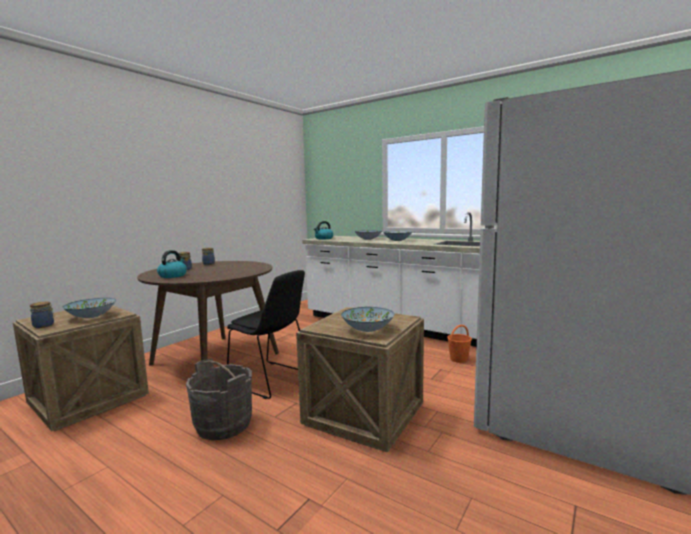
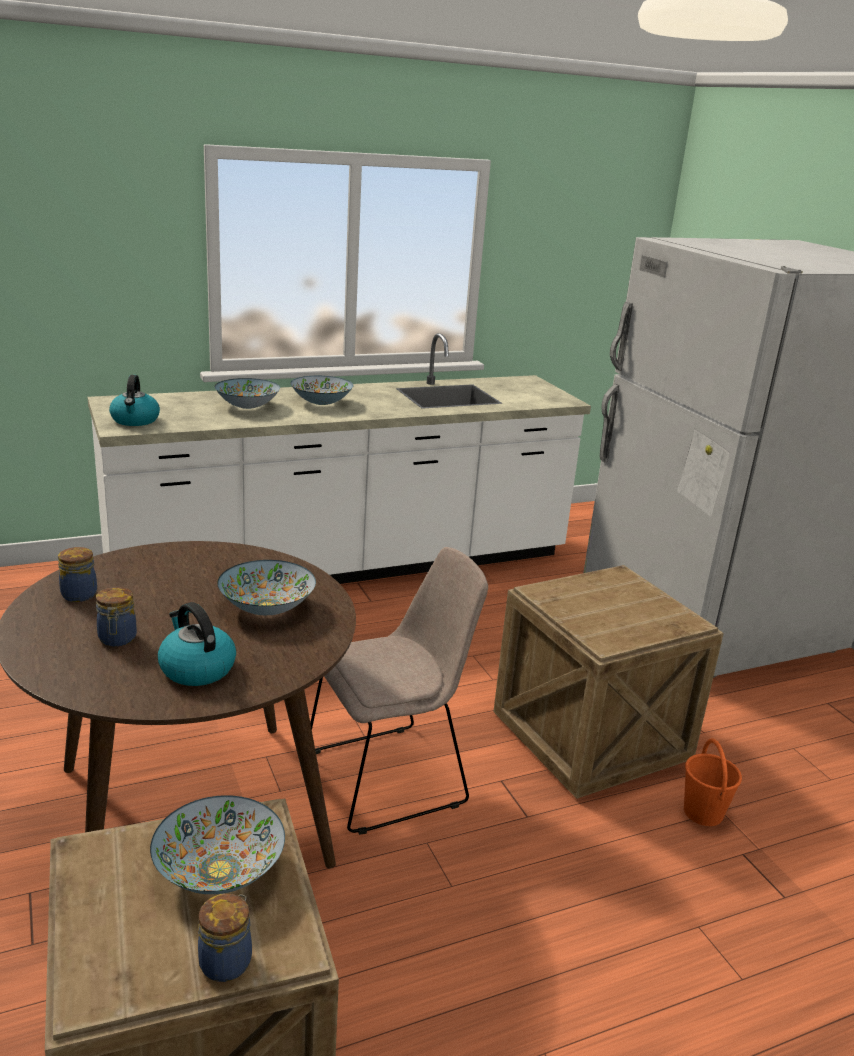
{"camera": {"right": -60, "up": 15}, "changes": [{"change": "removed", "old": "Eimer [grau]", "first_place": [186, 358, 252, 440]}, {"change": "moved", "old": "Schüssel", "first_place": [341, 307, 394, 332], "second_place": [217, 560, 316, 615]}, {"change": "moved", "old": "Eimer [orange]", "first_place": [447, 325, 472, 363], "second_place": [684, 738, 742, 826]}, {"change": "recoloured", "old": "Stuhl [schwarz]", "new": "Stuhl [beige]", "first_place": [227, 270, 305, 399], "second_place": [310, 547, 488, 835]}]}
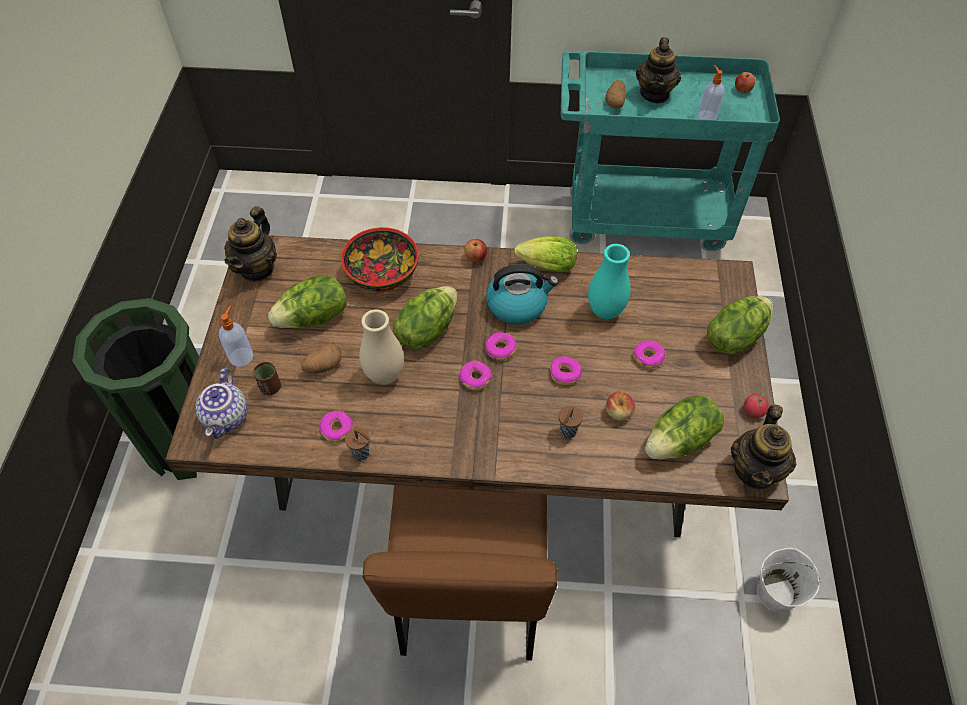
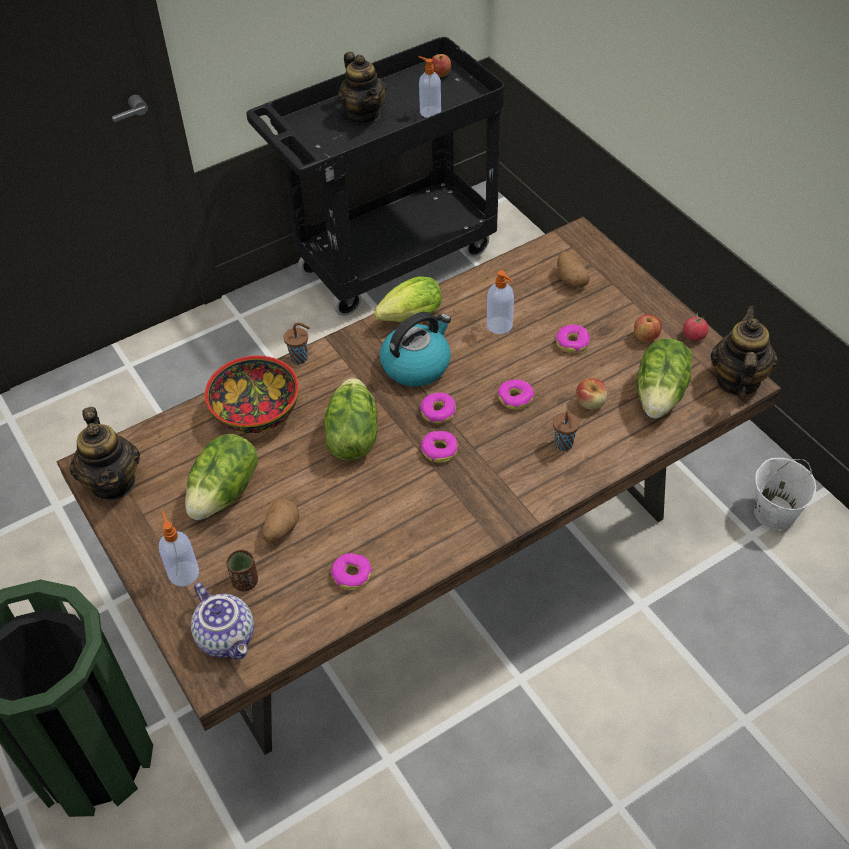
{"camera": {"right": -35, "up": -5}, "changes": [{"change": "removed", "old": "Vase [beige]", "first_place": [359, 310, 404, 385]}, {"change": "removed", "old": "Stuhl [braun]", "first_place": [362, 485, 558, 661]}, {"change": "removed", "old": "Salatkopf", "first_place": [707, 296, 773, 355]}, {"change": "moved", "old": "Tasse [braun]", "first_place": [345, 427, 370, 461], "second_place": [284, 322, 310, 364]}, {"change": "moved", "old": "Apfel", "first_place": [464, 239, 487, 262], "second_place": [634, 314, 662, 342]}, {"change": "moved", "old": "Kartoffel", "first_place": [605, 80, 626, 109], "second_place": [557, 251, 590, 288]}, {"change": "replaced", "old": "Vase [türkis]", "new": "Seifenspender", "first_place": [588, 244, 630, 319], "second_place": [487, 270, 514, 335]}, {"change": "recoloured", "old": "Rollwagen [türkis]", "new": "Rollwagen [schwarz]", "first_place": [561, 51, 780, 251], "second_place": [246, 37, 505, 316]}, {"change": "turned", "old": "Teekanne", "first_place": [731, 404, 797, 489], "second_place": [711, 306, 778, 397], "degrees": -150}]}
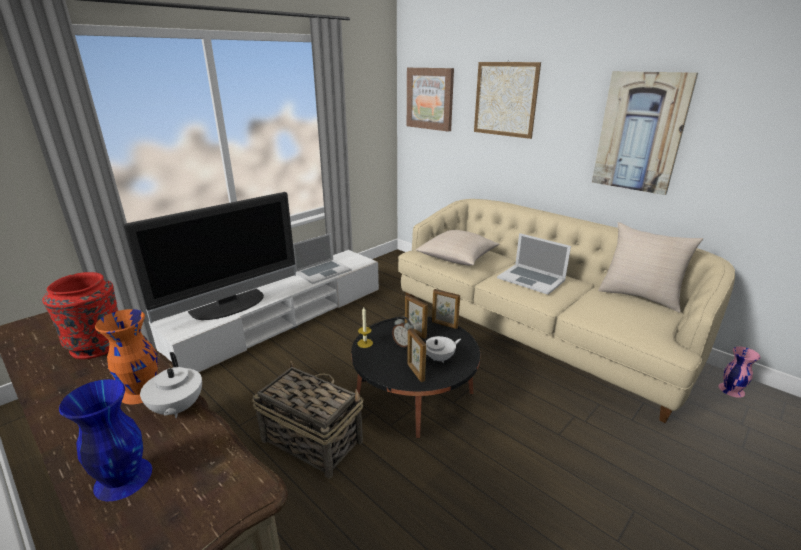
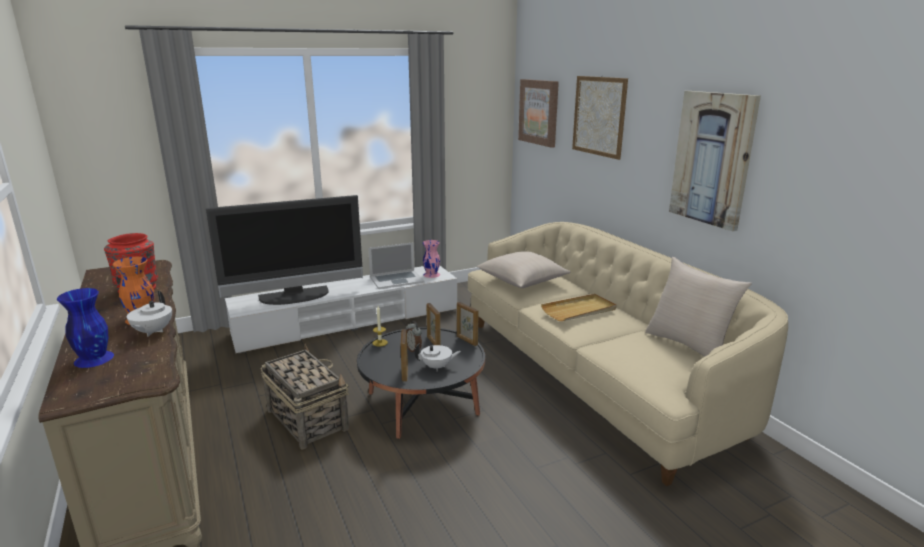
{"camera": {"right": 20, "up": -5}, "changes": [{"change": "moved", "old": "Vase [rosa]", "first_place": [719, 346, 761, 398], "second_place": [423, 240, 440, 278]}, {"change": "replaced", "old": "Laptop", "new": "Tablett [beige]", "first_place": [497, 233, 571, 295], "second_place": [541, 294, 617, 321]}]}
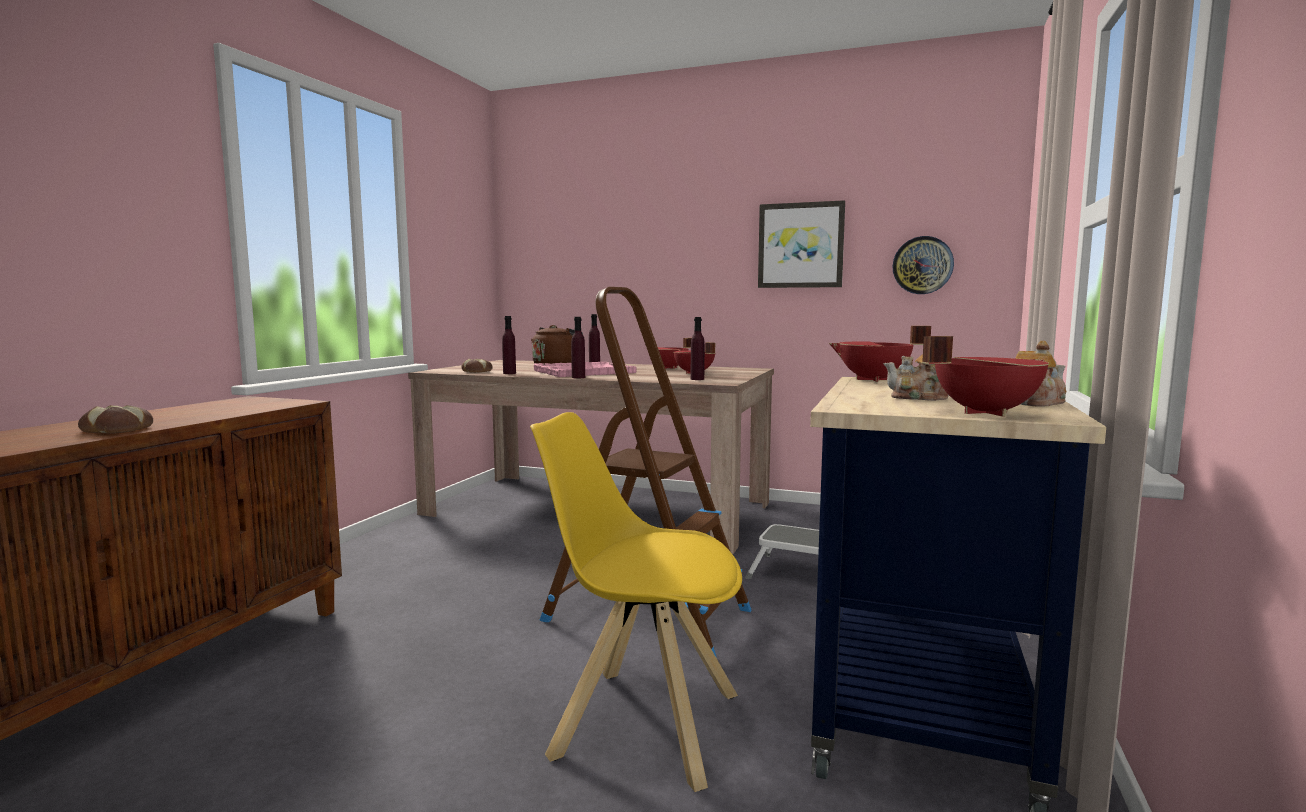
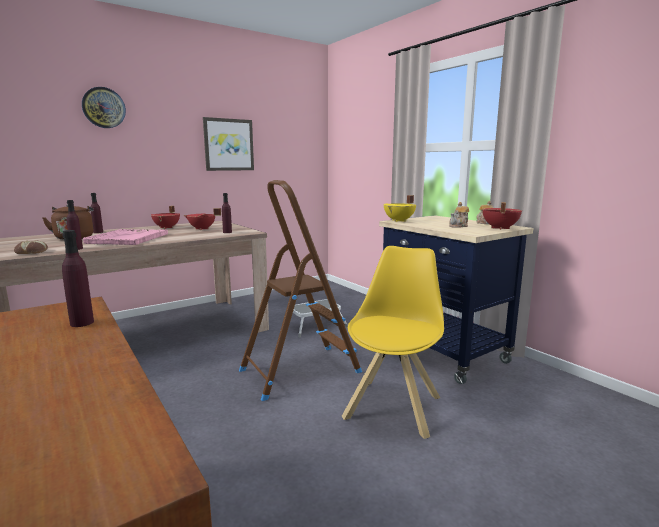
{"camera": {"right": -55, "up": 5}, "changes": [{"change": "removed", "old": "Brot", "first_place": [78, 405, 153, 433]}, {"change": "moved", "old": "Flasche [lila]", "first_place": [571, 317, 585, 378], "second_place": [62, 230, 94, 327]}, {"change": "moved", "old": "Wanduhr", "first_place": [893, 236, 954, 294], "second_place": [82, 87, 126, 128]}, {"change": "recoloured", "old": "Kochtopf [rot]", "new": "Kochtopf [gelb]", "first_place": [829, 326, 931, 382], "second_place": [383, 195, 416, 222]}, {"change": "turned", "old": "Stuhl [gelb]", "first_place": [530, 412, 742, 792], "second_place": [342, 246, 444, 439], "degrees": 150}]}
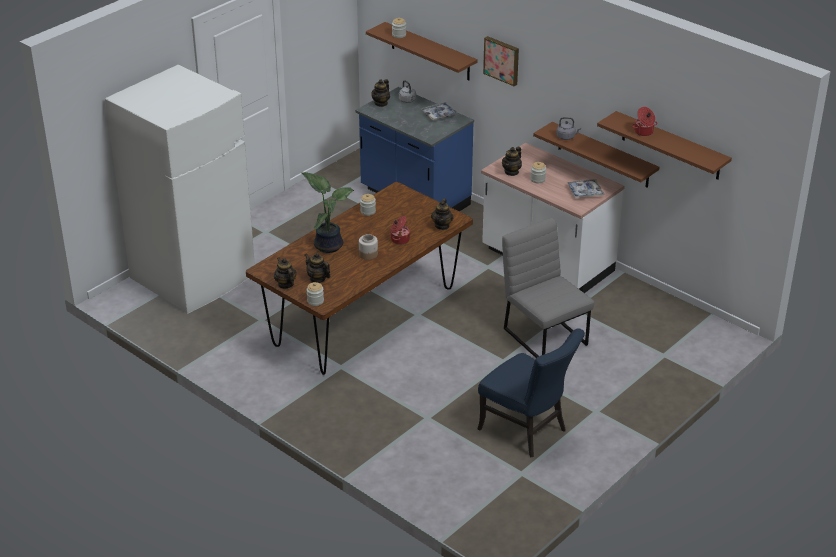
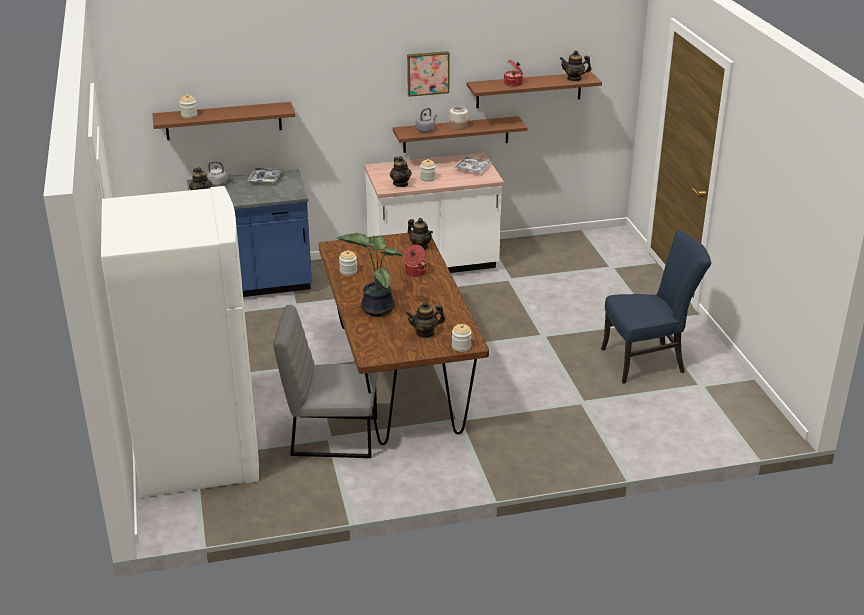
{"camera": {"right": -55, "up": -5}, "changes": [{"change": "moved", "old": "Teekanne", "first_place": [274, 257, 297, 289], "second_place": [560, 50, 592, 81]}, {"change": "moved", "old": "Vorratsglas", "first_place": [359, 234, 378, 260], "second_place": [450, 106, 468, 130]}, {"change": "moved", "old": "Bild", "first_place": [483, 36, 519, 86], "second_place": [407, 51, 450, 97]}, {"change": "moved", "old": "Stuhl [grau]", "first_place": [502, 218, 594, 358], "second_place": [273, 305, 378, 458]}]}
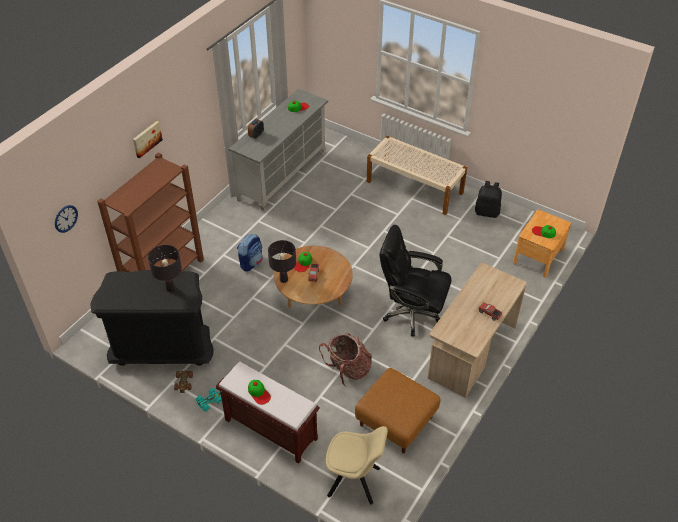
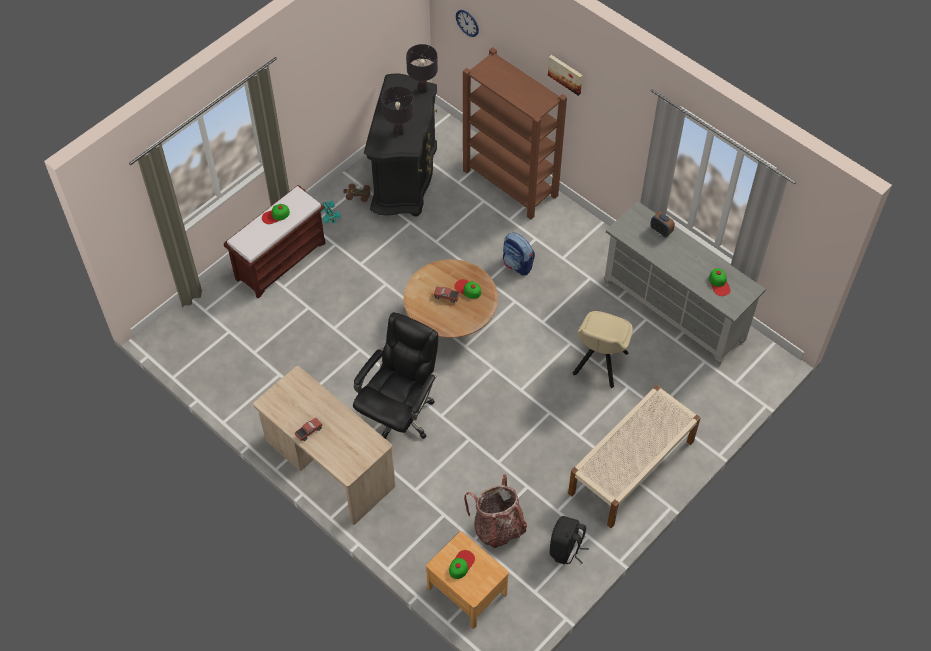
{"camera": {"right": 100, "up": 10}, "changes": [{"change": "removed", "old": "Polsterhocker [braun]", "first_place": [355, 368, 440, 453]}, {"change": "moved", "old": "Tischlampe [schwarz]", "first_place": [268, 240, 296, 283], "second_place": [406, 44, 438, 93]}, {"change": "moved", "old": "Rucksack", "first_place": [319, 333, 372, 386], "second_place": [464, 474, 527, 548]}, {"change": "moved", "old": "Stuhl [beige]", "first_place": [326, 426, 388, 505], "second_place": [573, 311, 633, 388]}]}
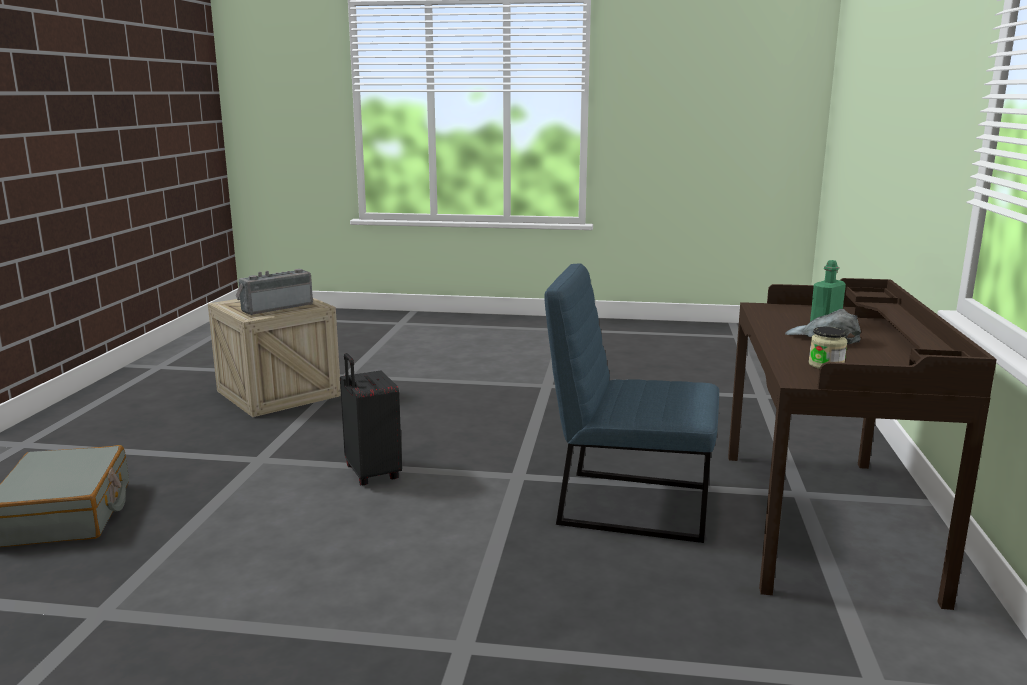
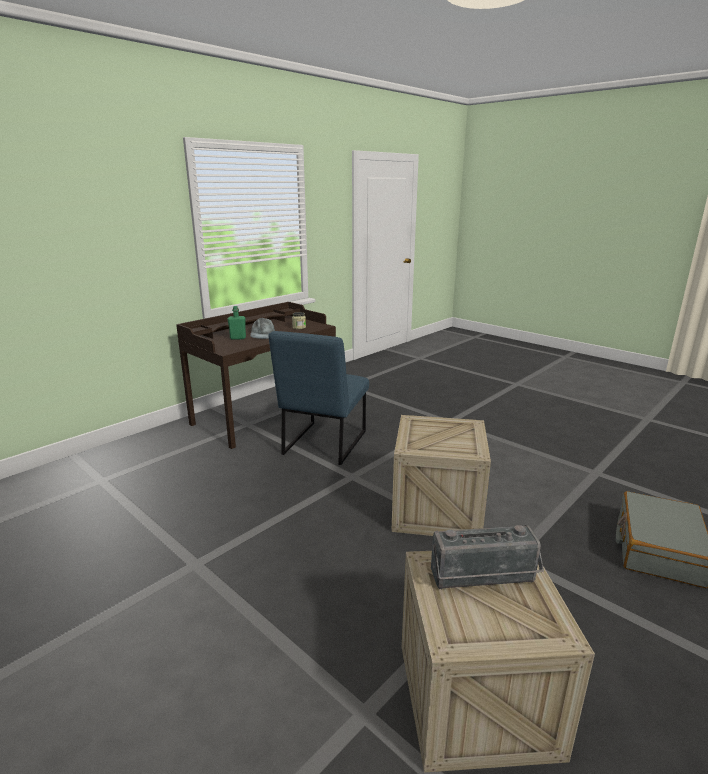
{"camera": {"right": -145, "up": 5}, "changes": [{"change": "replaced", "old": "Koffer [schwarz]", "new": "Kiste", "first_place": [340, 353, 402, 486], "second_place": [391, 415, 491, 536]}, {"change": "turned", "old": "Stuhl [blau]", "first_place": [544, 264, 719, 543], "second_place": [269, 331, 369, 465], "degrees": 60}]}
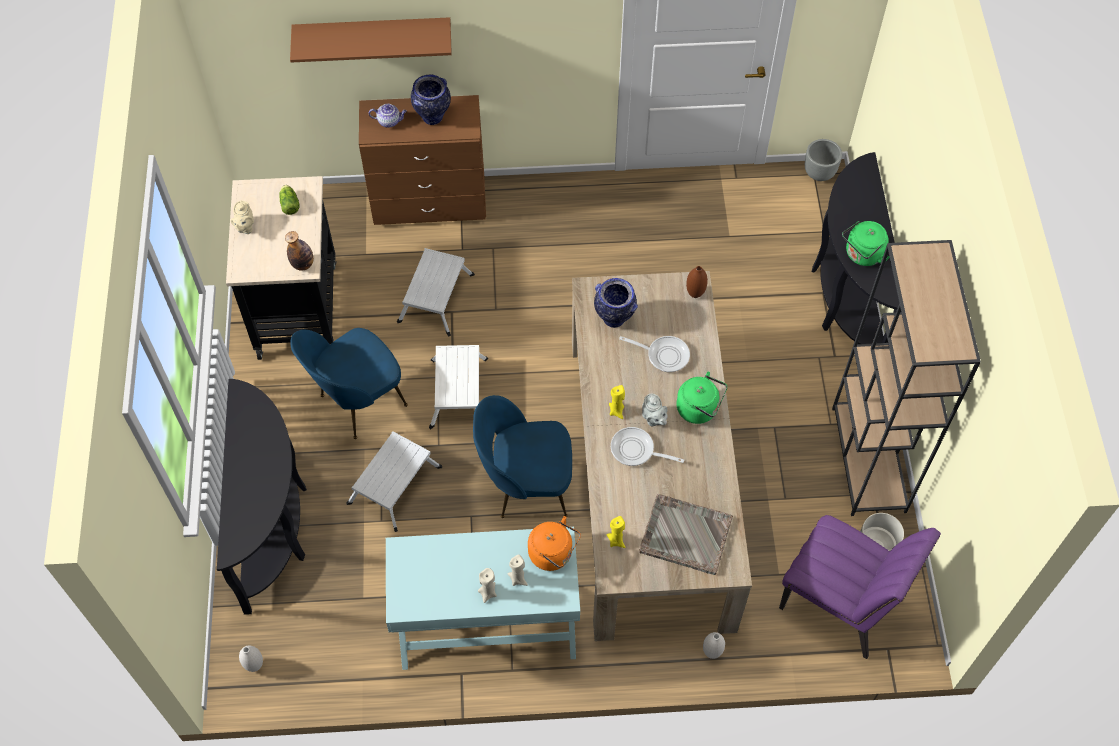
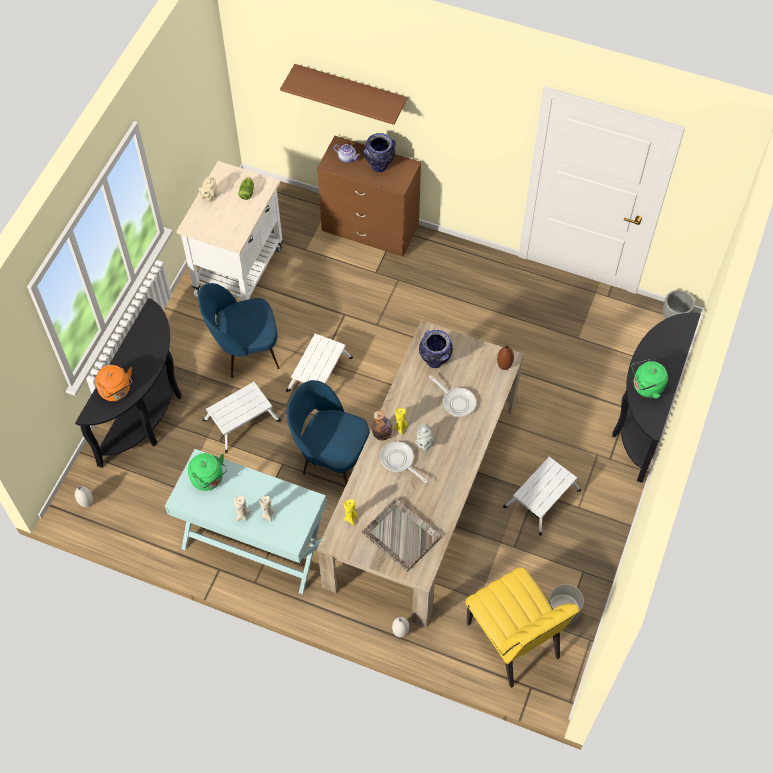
{"camera": {"right": 25, "up": 0}, "changes": [{"change": "removed", "old": "Bücherregal", "first_place": [832, 240, 981, 516]}, {"change": "moved", "old": "Flasche", "first_place": [285, 231, 314, 271], "second_place": [372, 410, 392, 441]}, {"change": "moved", "old": "Trittleiter [weiß]", "first_place": [397, 248, 475, 337], "second_place": [503, 457, 581, 536]}, {"change": "moved", "old": "Wasserkessel [orange]", "first_place": [528, 516, 581, 571], "second_place": [95, 365, 132, 401]}, {"change": "moved", "old": "Wasserkessel [grün]", "first_place": [676, 371, 727, 424], "second_place": [188, 453, 227, 491]}, {"change": "recoloured", "old": "Rollwagen [schwarz]", "new": "Rollwagen [weiß]", "first_place": [226, 176, 337, 360], "second_place": [177, 161, 283, 301]}, {"change": "recoloured", "old": "Stuhl [lila]", "new": "Stuhl [gelb]", "first_place": [779, 515, 941, 659], "second_place": [465, 567, 580, 688]}]}
